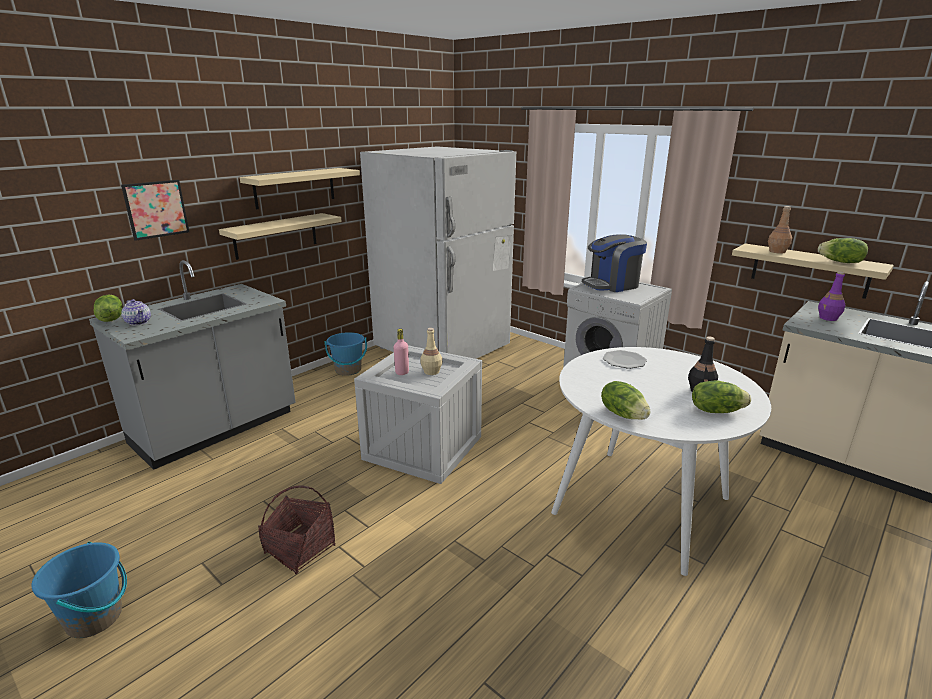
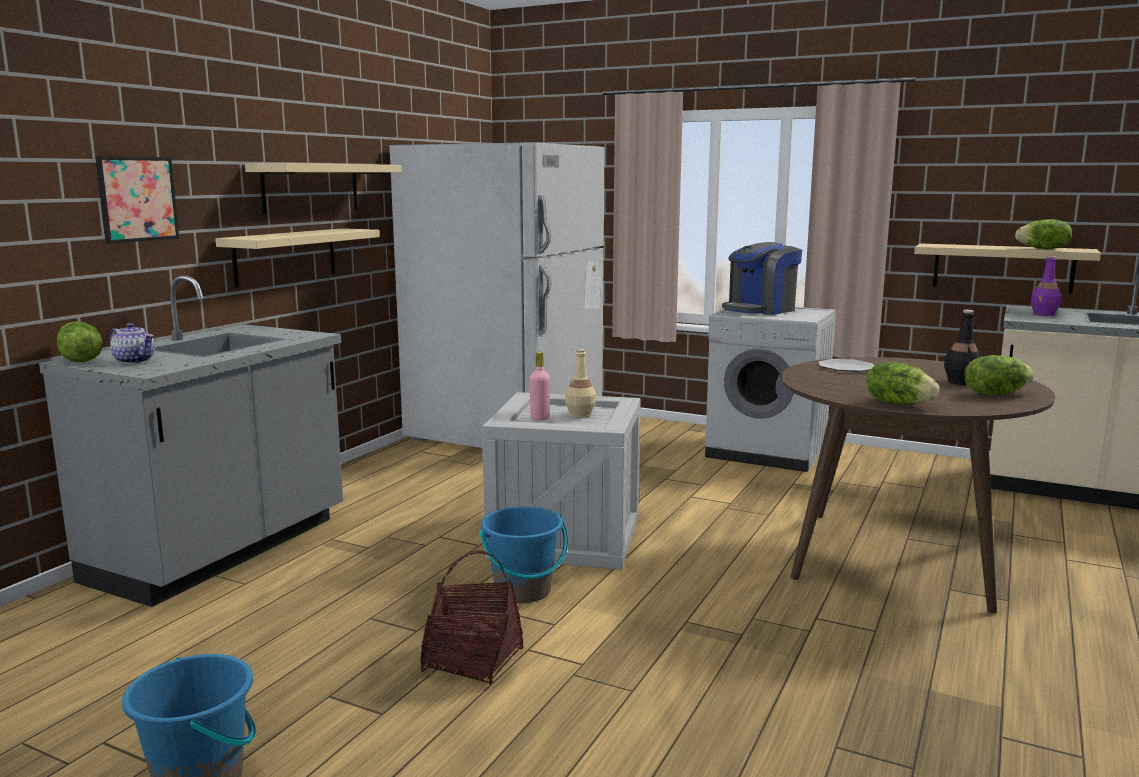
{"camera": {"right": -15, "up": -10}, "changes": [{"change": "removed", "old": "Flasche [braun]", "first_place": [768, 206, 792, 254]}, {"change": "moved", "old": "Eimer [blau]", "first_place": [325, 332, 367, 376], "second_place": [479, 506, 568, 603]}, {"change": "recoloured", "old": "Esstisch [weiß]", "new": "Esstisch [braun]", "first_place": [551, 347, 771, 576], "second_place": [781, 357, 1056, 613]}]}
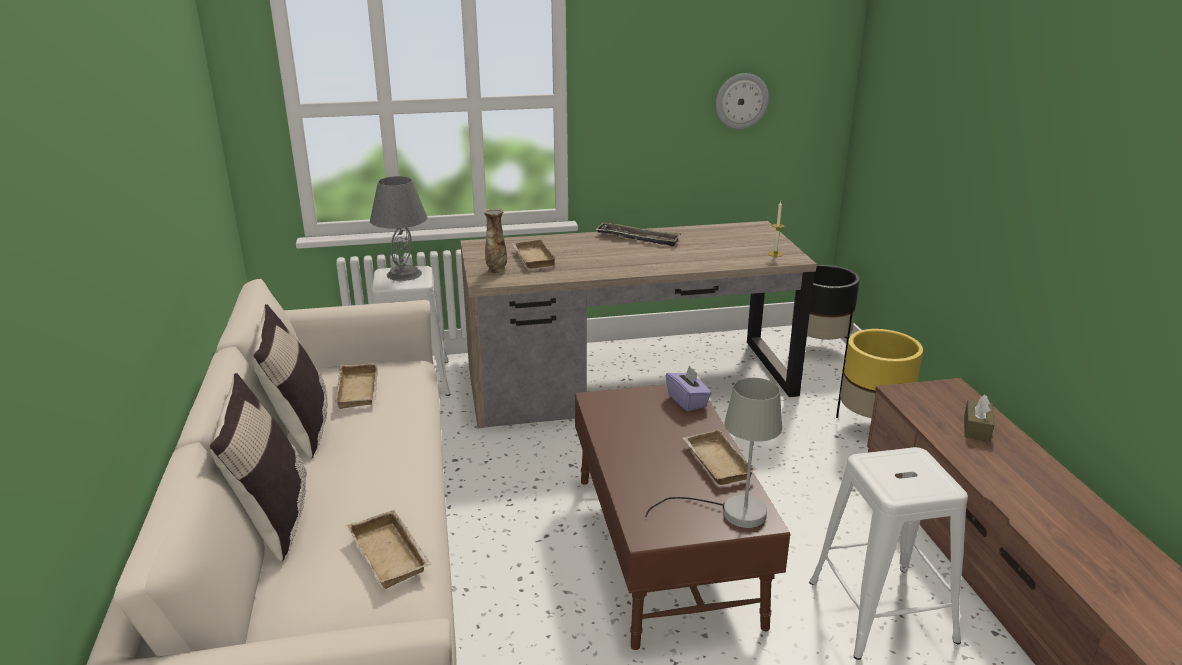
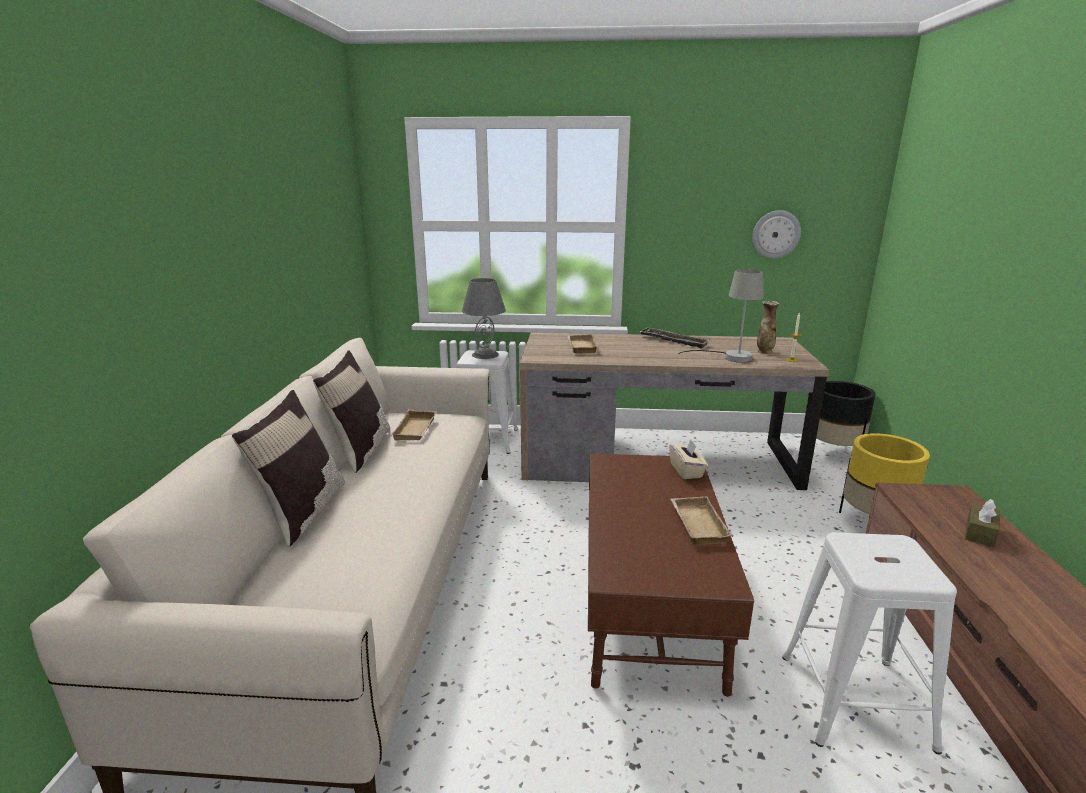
{"camera": {"right": 15, "up": -5}, "changes": [{"change": "removed", "old": "Tablett [beige]", "first_place": [347, 510, 432, 589]}, {"change": "moved", "old": "Vase", "first_place": [483, 208, 507, 274], "second_place": [757, 301, 780, 354]}, {"change": "moved", "old": "Tischlampe [grau]", "first_place": [645, 378, 782, 529], "second_place": [678, 269, 764, 363]}, {"change": "recoloured", "old": "Taschentuchbox [lila]", "new": "Taschentuchbox [beige]", "first_place": [666, 365, 712, 411], "second_place": [669, 440, 708, 479]}]}
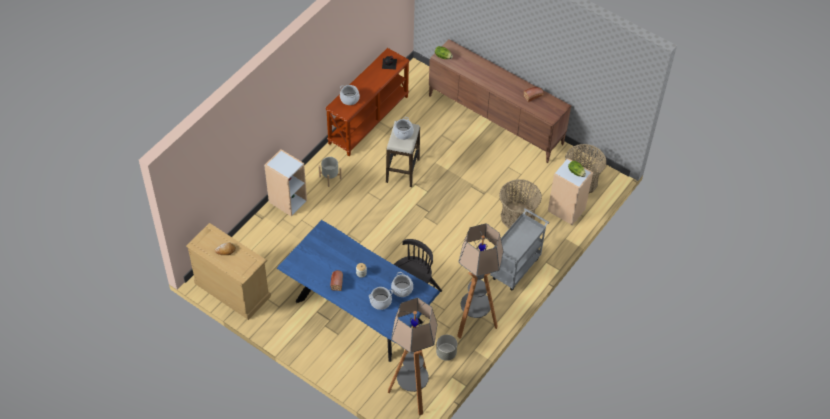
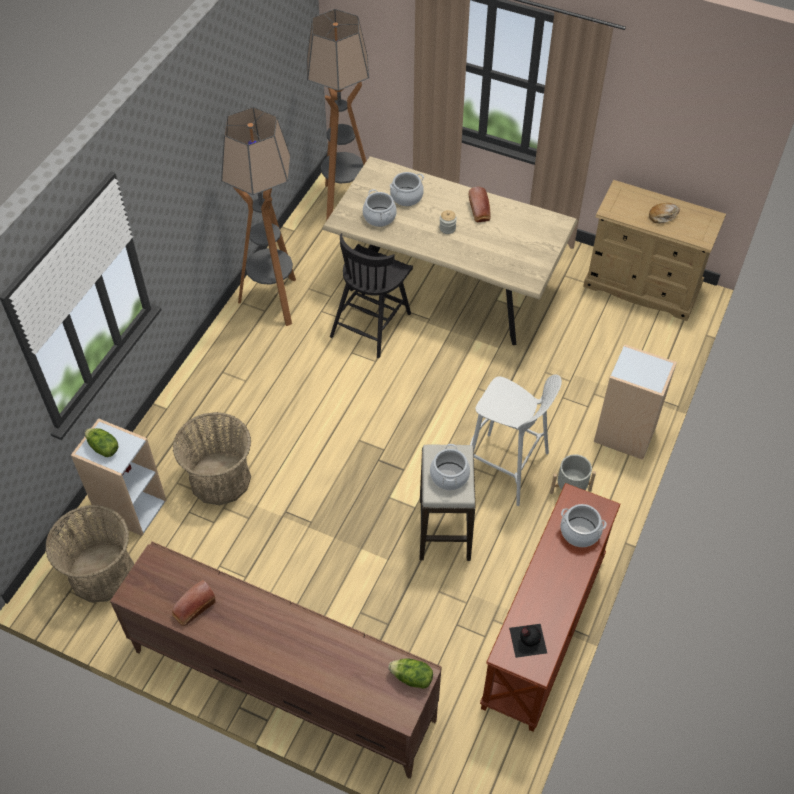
{"camera": {"right": 170, "up": 0}, "changes": [{"change": "removed", "old": "Pflanzkübel [grau]", "first_place": [436, 335, 457, 361]}, {"change": "removed", "old": "Rollwagen [grau]", "first_place": [490, 208, 549, 290]}, {"change": "added", "new": "Hocker [weiß]", "second_place": [470, 374, 562, 506]}, {"change": "recoloured", "old": "Esstisch [blau]", "new": "Esstisch [beige]", "first_place": [277, 220, 440, 362], "second_place": [322, 156, 578, 345]}]}
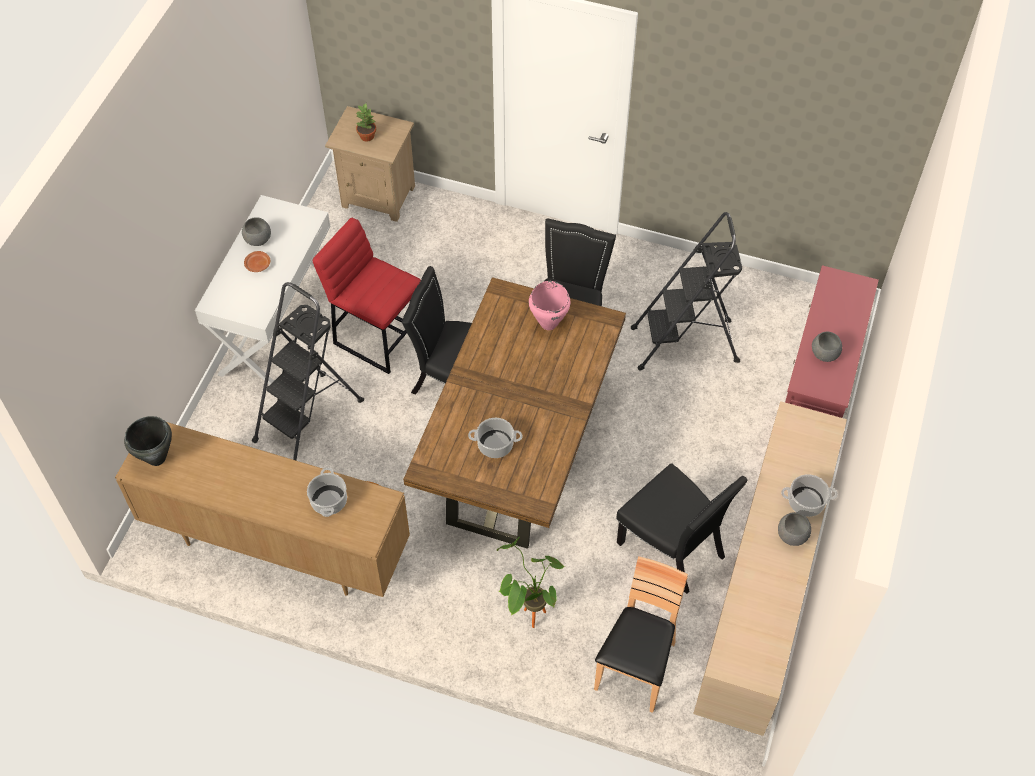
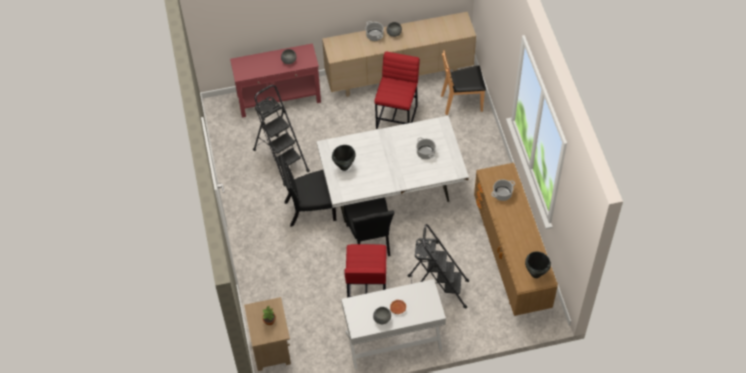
{"camera": {"right": -120, "up": 0}, "changes": [{"change": "removed", "old": "Topfpflanze", "first_place": [496, 537, 565, 628]}, {"change": "replaced", "old": "Stuhl [schwarz]", "new": "Hocker [rot]", "first_place": [616, 463, 747, 594], "second_place": [374, 51, 420, 129]}, {"change": "recoloured", "old": "Esstisch [braun]", "new": "Esstisch [weiß]", "first_place": [403, 277, 626, 549], "second_place": [317, 116, 469, 223]}, {"change": "recoloured", "old": "Kochtopf [rosa]", "new": "Kochtopf [schwarz]", "first_place": [529, 281, 570, 330], "second_place": [332, 145, 355, 171]}]}
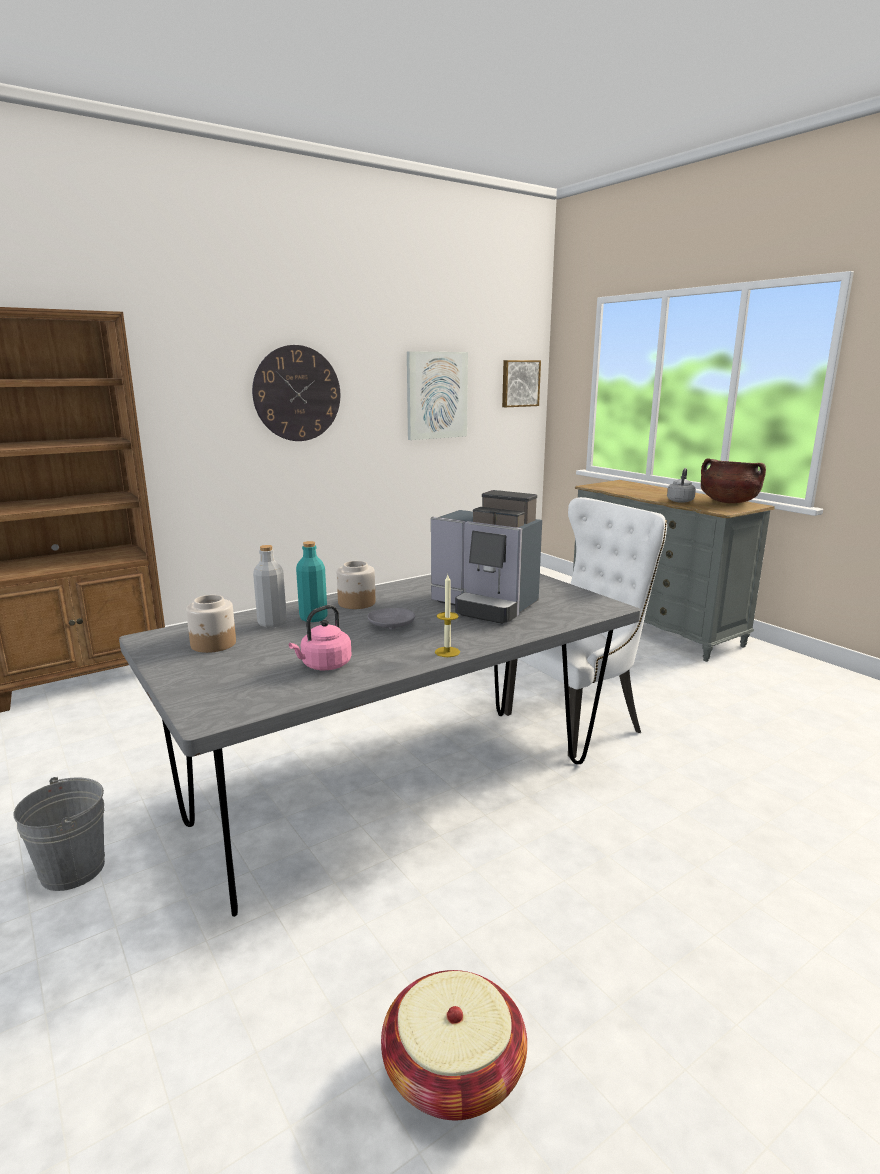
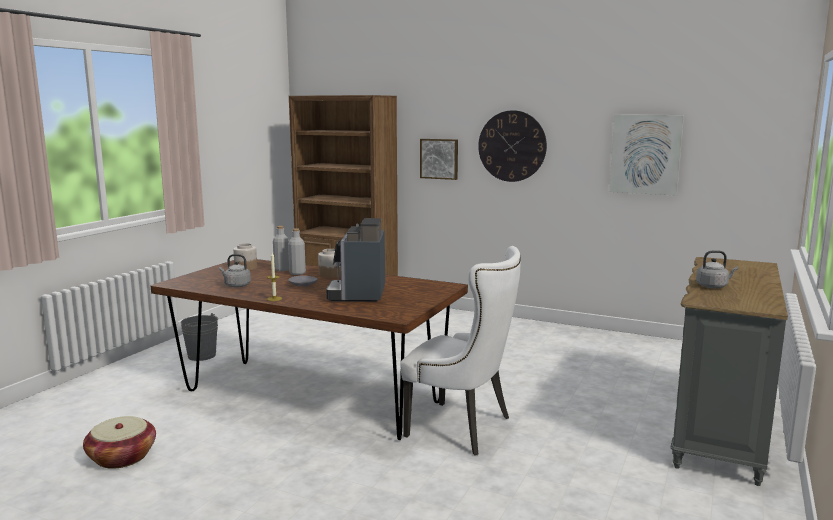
{"camera": {"right": 60, "up": -5}, "changes": [{"change": "removed", "old": "Kochtopf [braun]", "first_place": [701, 458, 766, 503]}, {"change": "moved", "old": "Bild", "first_place": [502, 360, 541, 407], "second_place": [420, 139, 458, 180]}, {"change": "recoloured", "old": "Esstisch [grau]", "new": "Esstisch [braun]", "first_place": [119, 574, 640, 917], "second_place": [151, 259, 468, 440]}, {"change": "recoloured", "old": "Wasserkessel [rosa]", "new": "Wasserkessel [grau]", "first_place": [289, 605, 351, 670], "second_place": [219, 254, 251, 288]}, {"change": "recoloured", "old": "Flasche [türkis]", "new": "Flasche [grau]", "first_place": [296, 541, 328, 622], "second_place": [288, 228, 306, 275]}]}
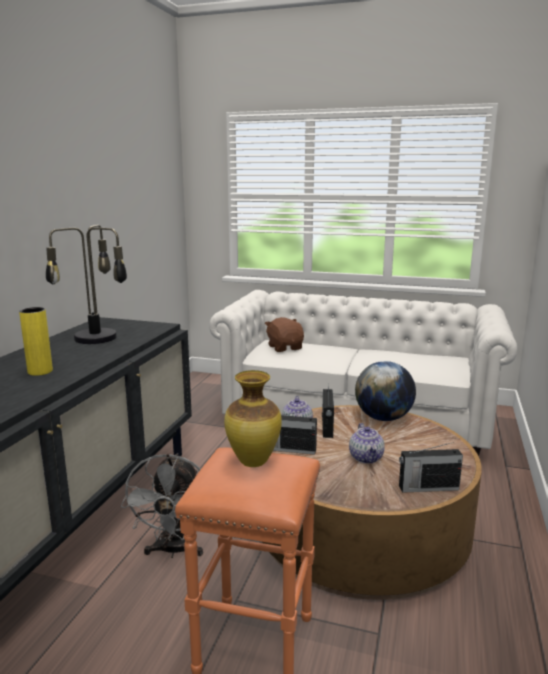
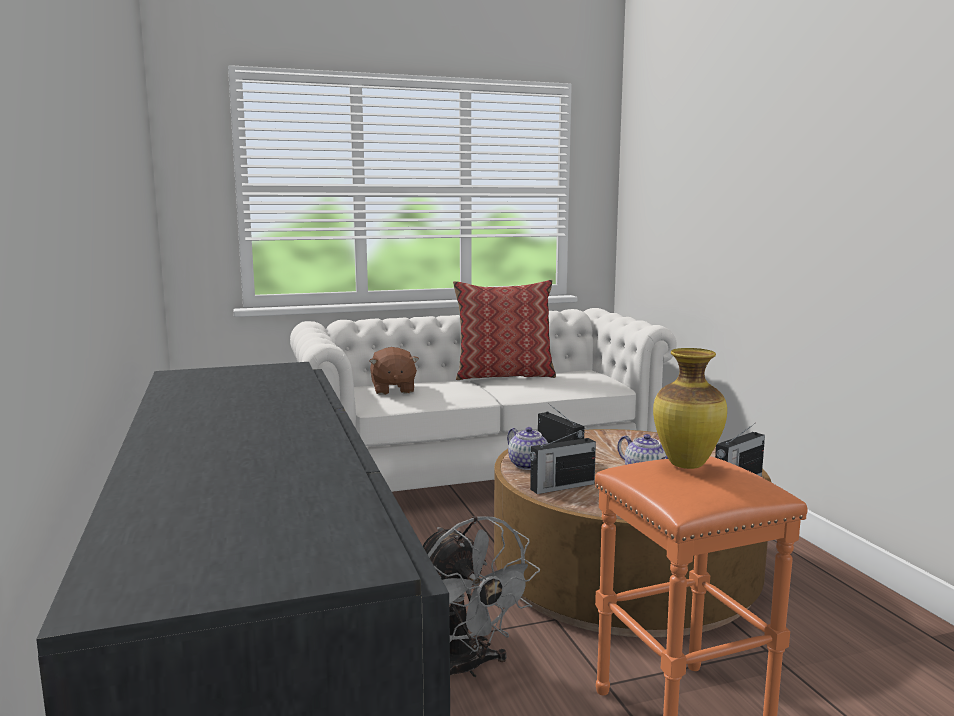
{"camera": {"right": -35, "up": -5}, "changes": [{"change": "removed", "old": "Vase [gelb]", "first_place": [19, 307, 53, 376]}, {"change": "removed", "old": "Tischlampe", "first_place": [46, 225, 127, 344]}, {"change": "removed", "old": "Globus", "first_place": [355, 361, 416, 421]}, {"change": "added", "new": "Kissen", "second_place": [453, 280, 556, 380]}, {"change": "turned", "old": "Plüschtier [braun]", "first_place": [265, 317, 304, 352], "second_place": [369, 347, 419, 395], "degrees": -135}]}
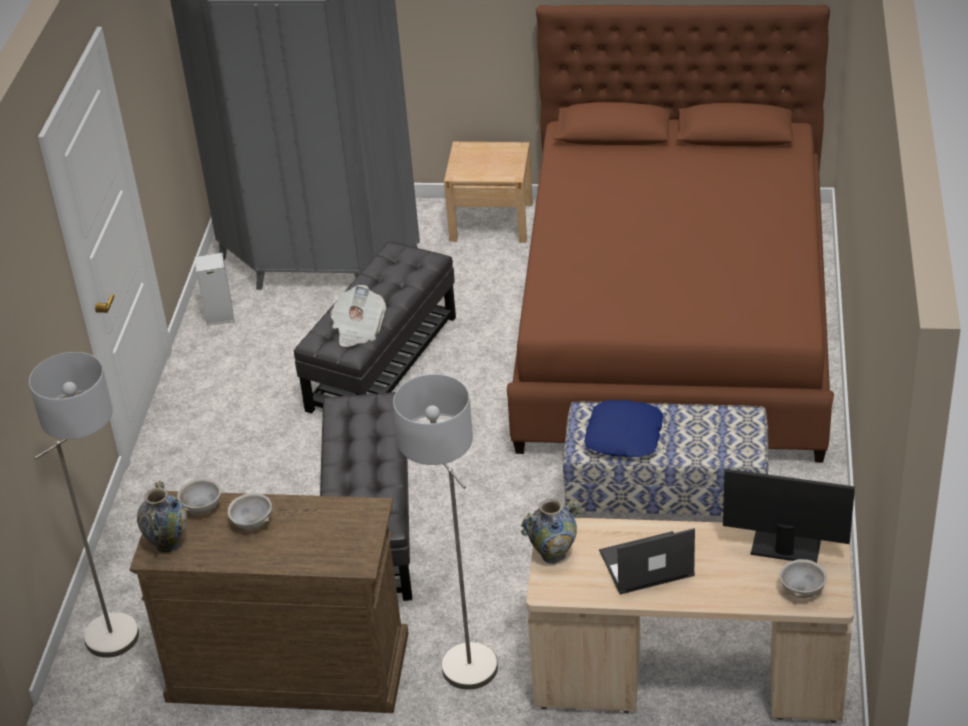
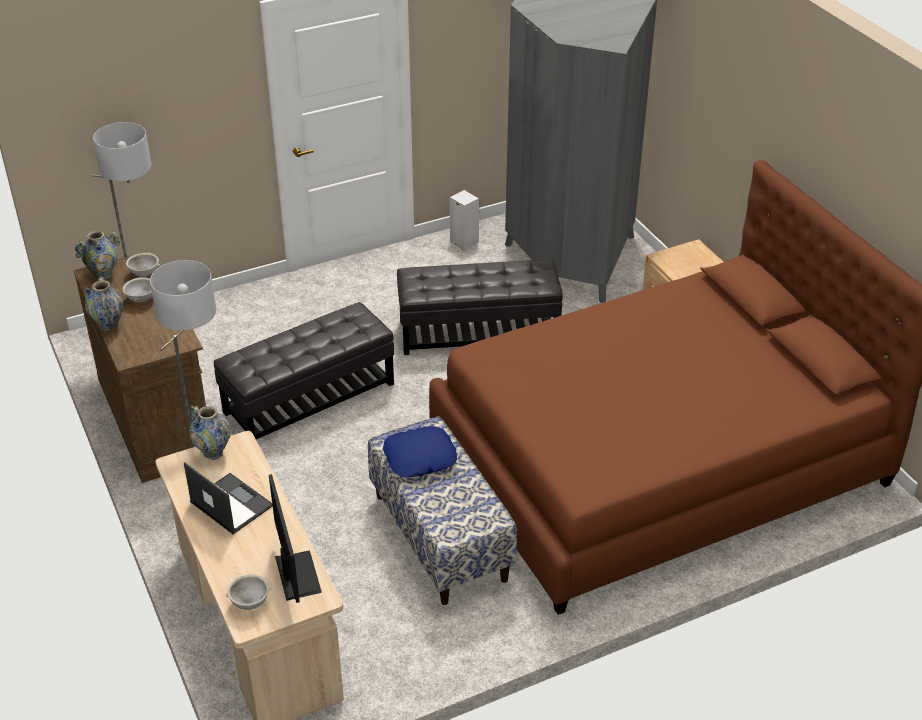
{"camera": {"right": 55, "up": 0}, "changes": [{"change": "removed", "old": "Zeitung", "first_place": [330, 285, 386, 347]}, {"change": "added", "new": "Vase", "second_place": [85, 276, 123, 331]}]}
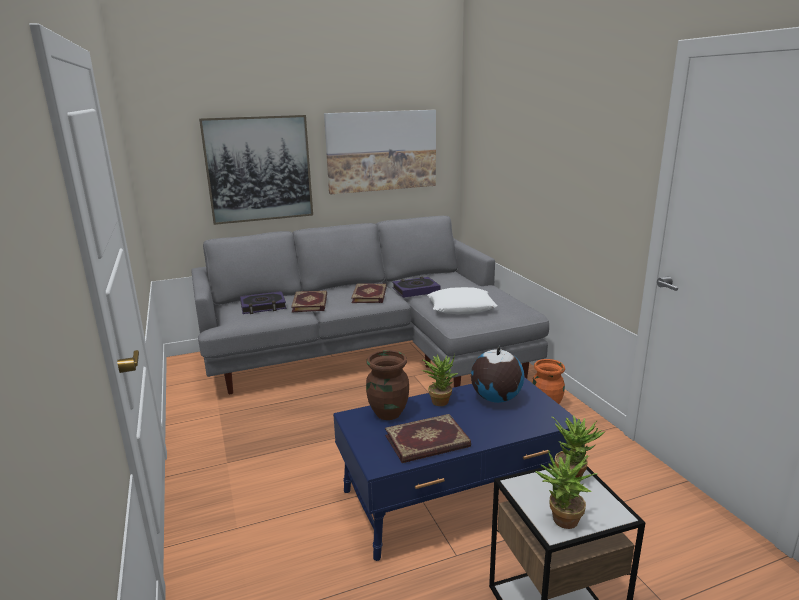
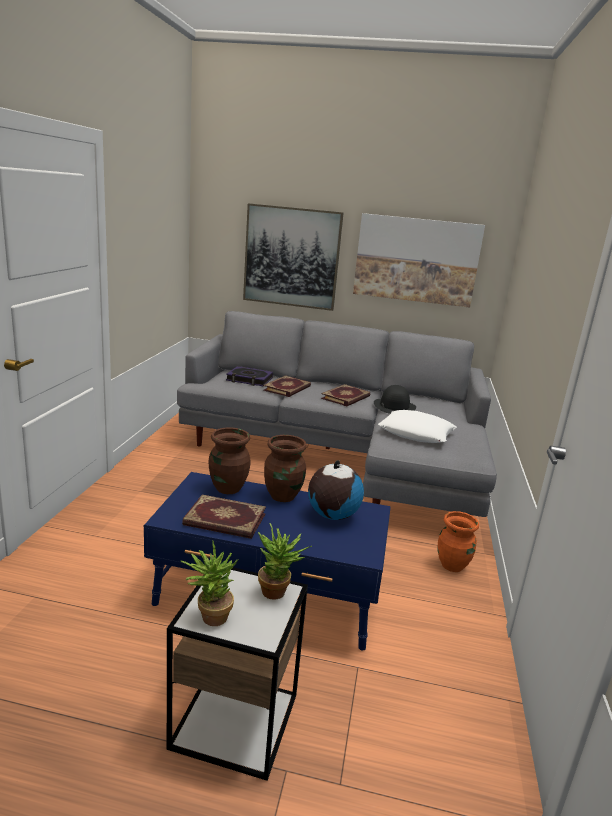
{"camera": {"right": 30, "up": 0}, "changes": [{"change": "replaced", "old": "Buch", "new": "Hut [schwarz]", "first_place": [392, 277, 441, 298], "second_place": [374, 385, 416, 414]}, {"change": "replaced", "old": "Topfpflanze", "new": "Vase [braun]", "first_place": [422, 354, 458, 406], "second_place": [264, 435, 307, 502]}]}
